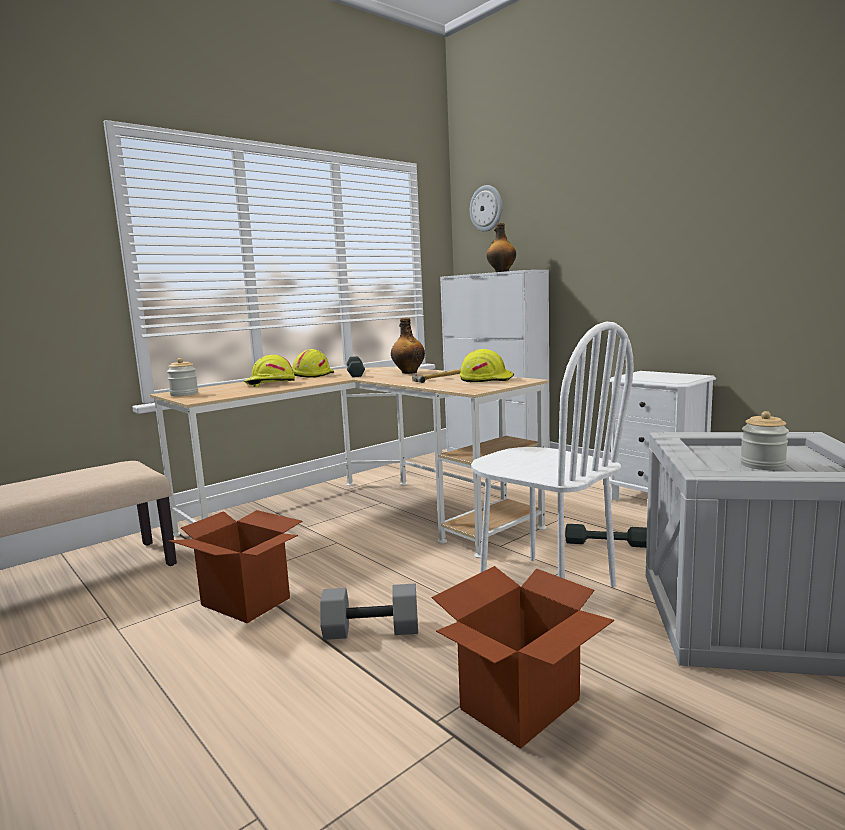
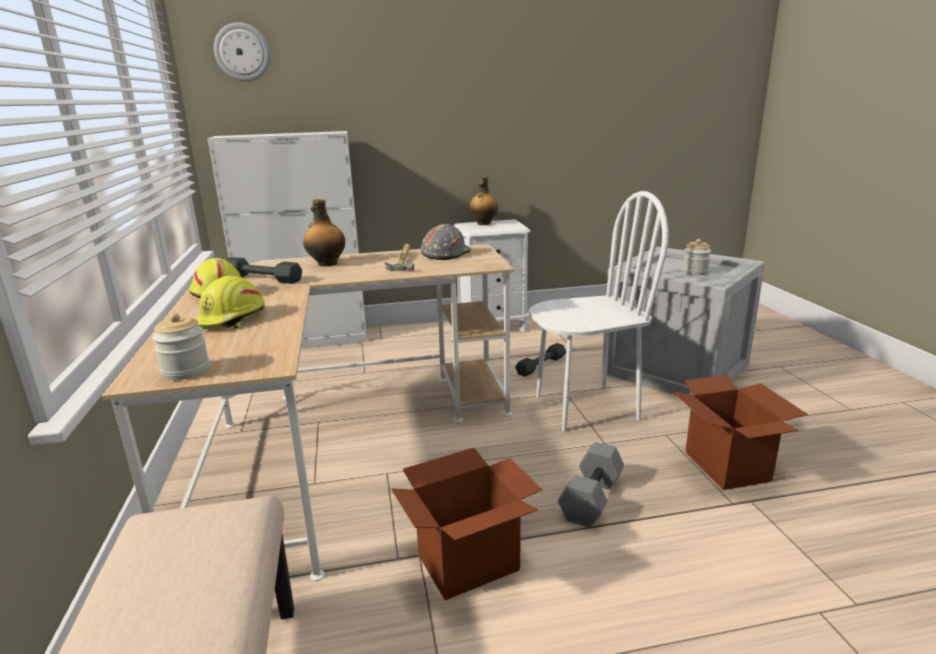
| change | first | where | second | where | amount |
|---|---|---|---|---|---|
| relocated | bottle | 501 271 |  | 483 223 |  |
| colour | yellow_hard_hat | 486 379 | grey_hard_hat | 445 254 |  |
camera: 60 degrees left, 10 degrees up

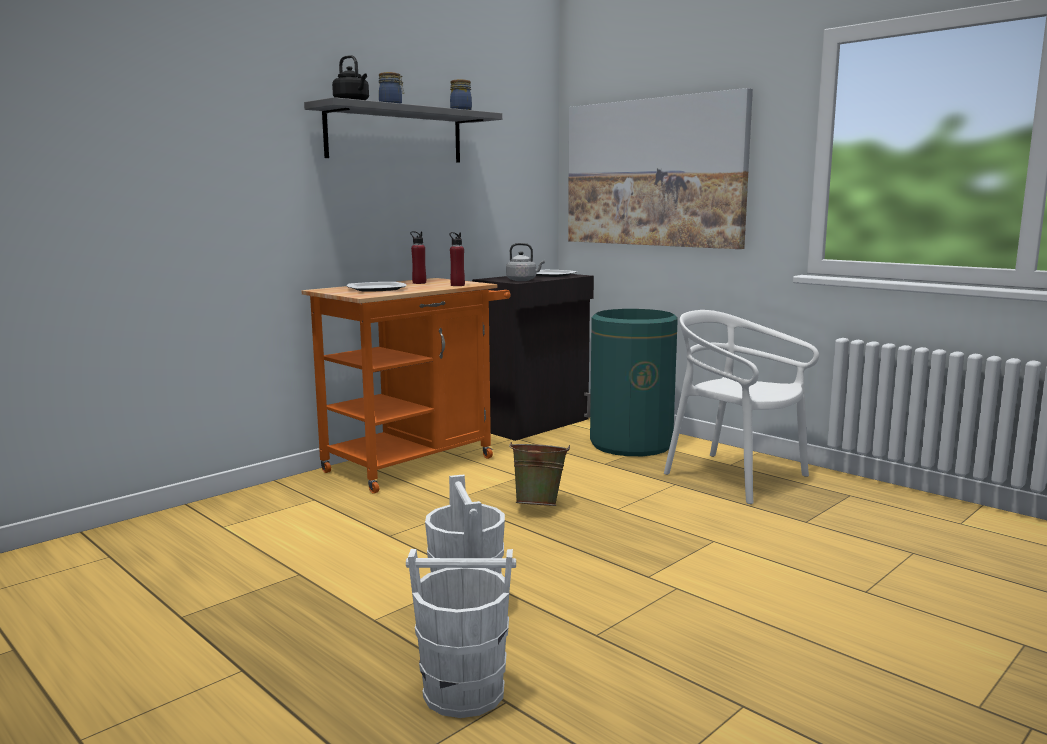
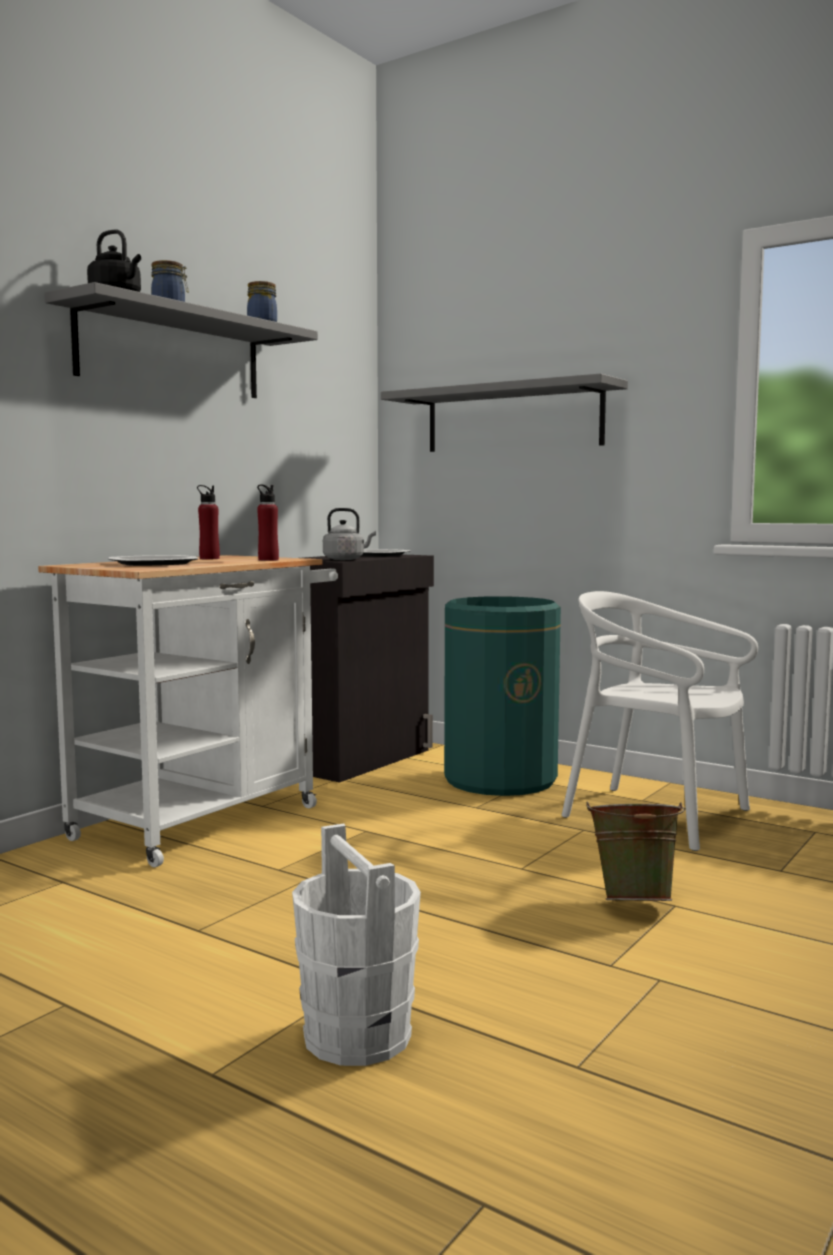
| change | first | where | second | where | amount |
|---|---|---|---|---|---|
| missing | white_bucket | 465 692 |  |  |  |
| relocated | green_bucket | 539 505 |  | 634 901 |  |
| exchanged | picture | 653 173 | grey_shelf | 513 419 |  |
| colour | orange_cart | 417 462 | white_cart | 208 818 |  |
camera: 10 degrees left, 5 degrees down

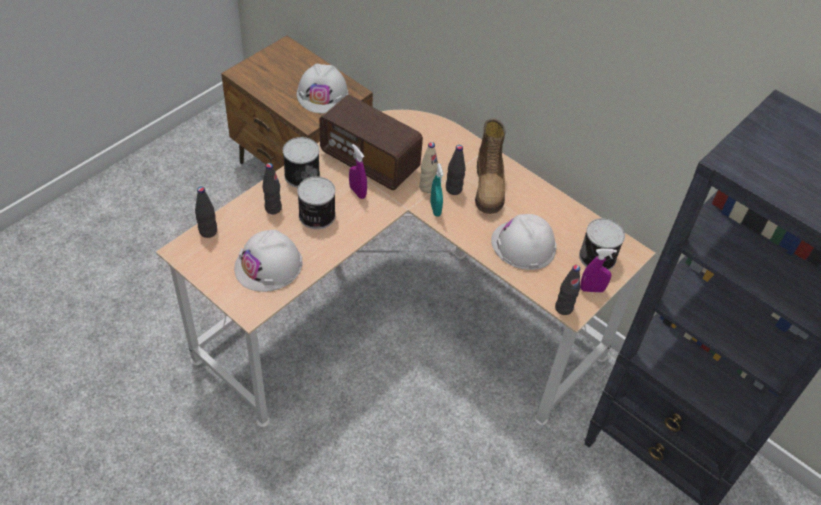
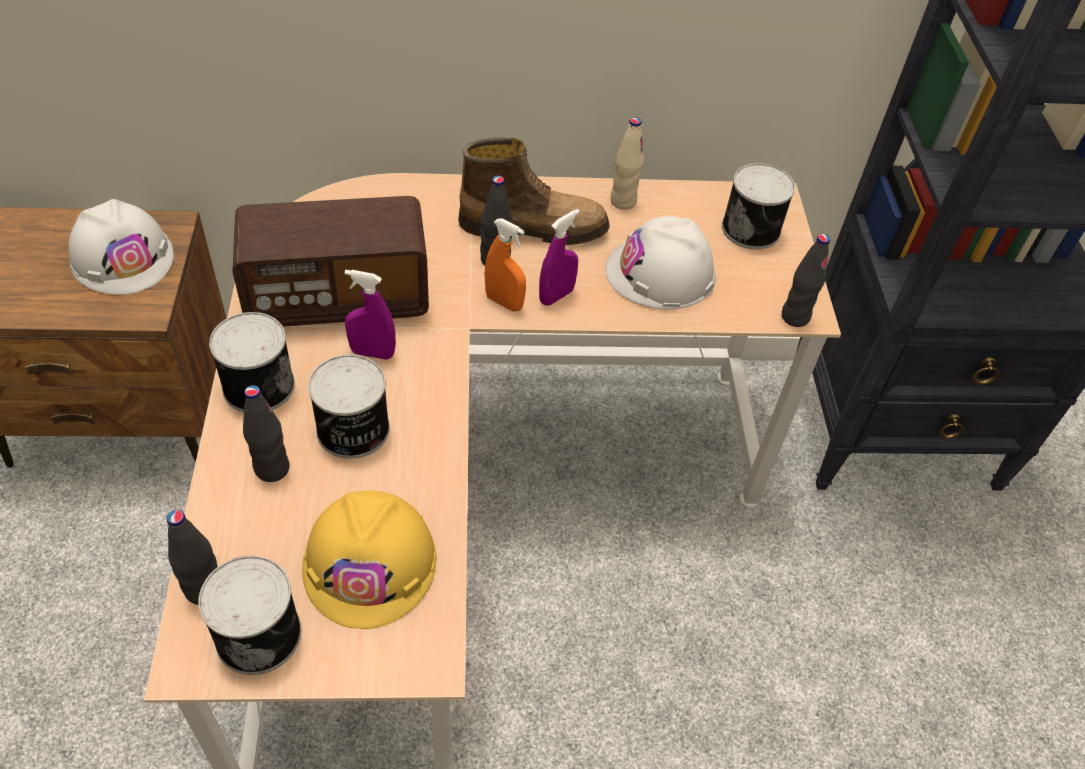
| change | first | where | second | where | amount |
|---|---|---|---|---|---|
| appeared |  |  | can | 259 632 |  |
| relocated | beige_bottle | 427 187 |  | 623 201 |  |
| relocated | purple_spray_bottle | 592 289 |  | 556 296 |  |
| colour | white_hard_hat | 269 265 | yellow_hard_hat | 370 562 |  |
| colour | turquoise_spray_bottle | 435 209 | orange_spray_bottle | 504 302 |  |
| spun | boot | 489 186 |  | 533 227 | 45 degrees counterclockwise |
camera: 45 degrees left, 0 degrees up

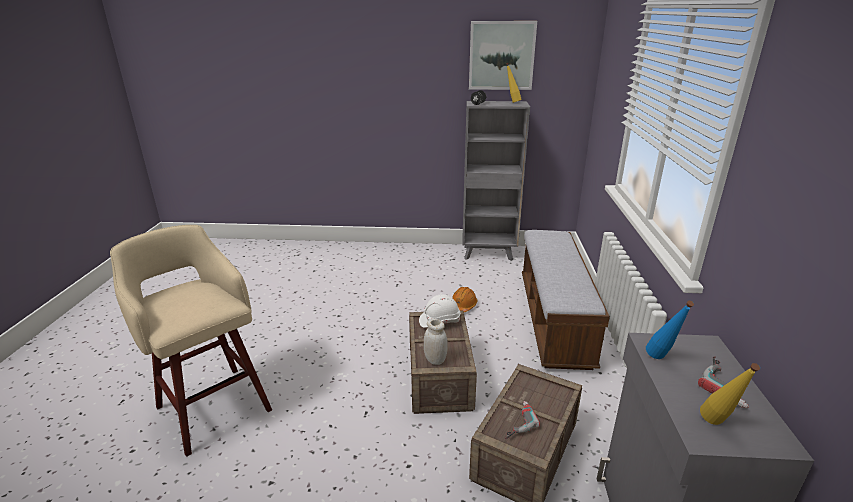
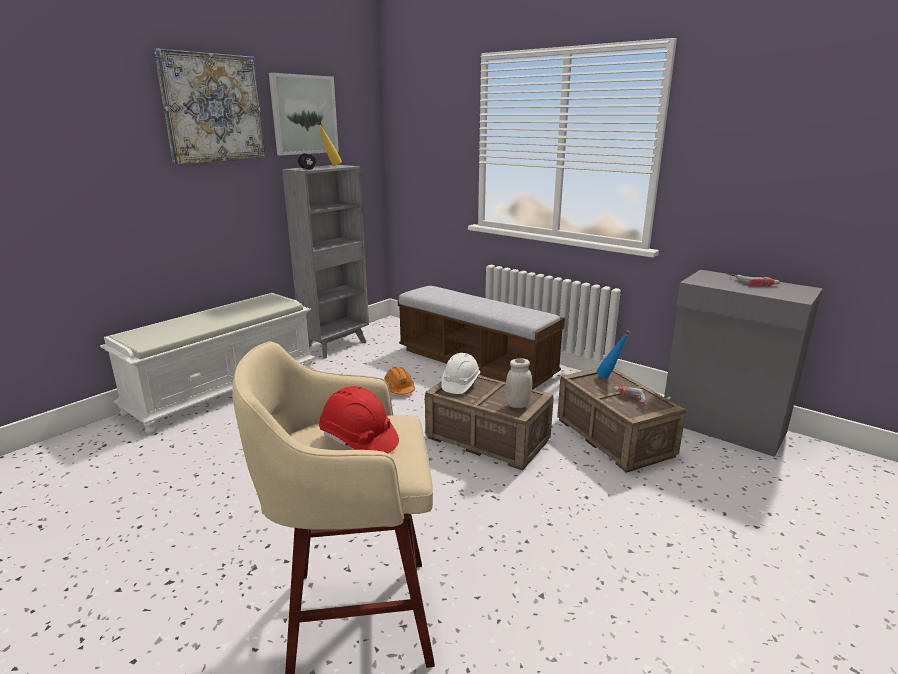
| change | first | where | second | where | amount |
|---|---|---|---|---|---|
| missing | yellow_bottle | 717 427 |  |  |  |
| appeared |  |  | white_bench | 225 389 |  |
| appeared |  |  | picture | 213 108 |  |
| appeared |  |  | red_hard_hat | 358 440 |  |
| relocated | blue_bottle | 661 360 |  | 609 378 |  |
camera: 55 degrees left, 5 degrees down

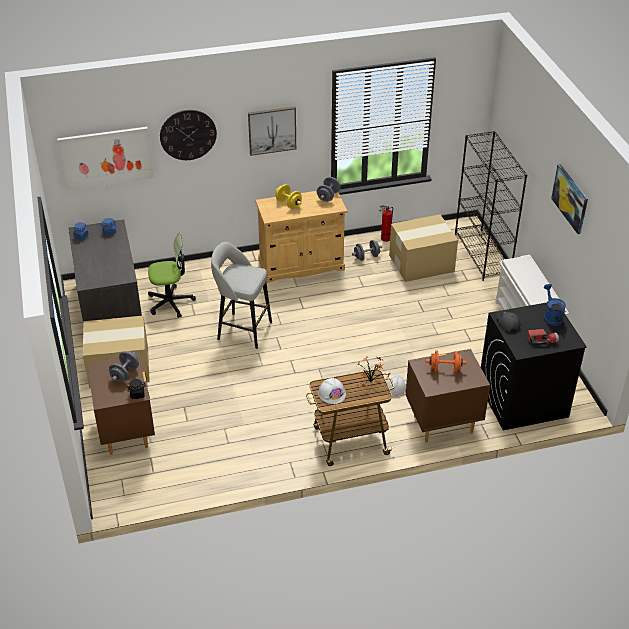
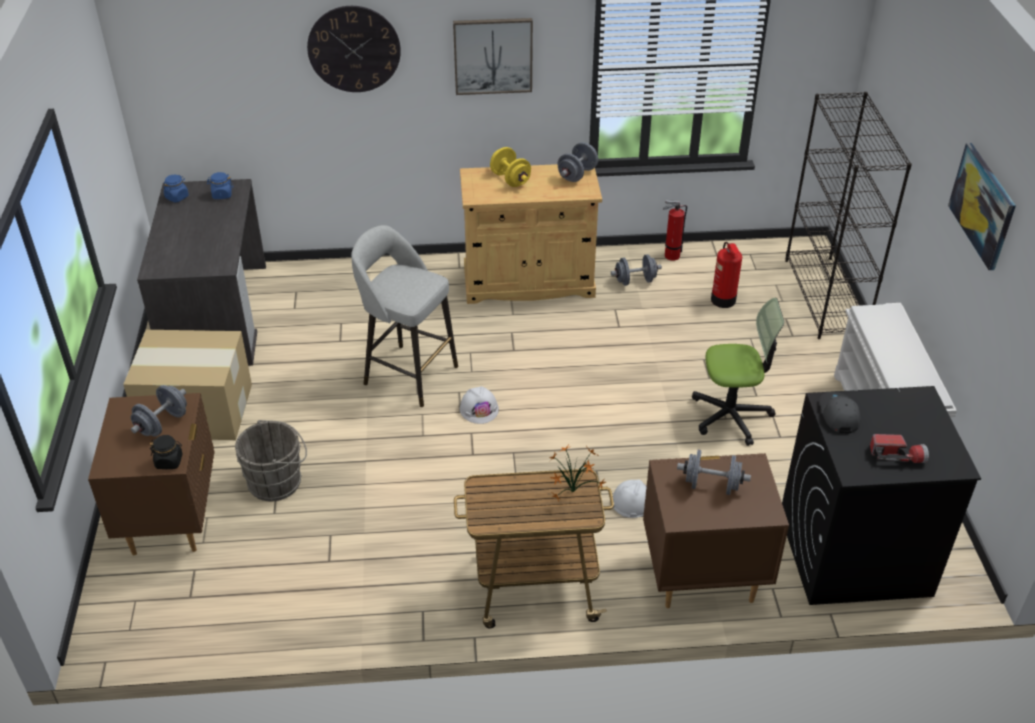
| change | first | where | second | where | amount |
|---|---|---|---|---|---|
| missing | picture | 106 157 |  |  |  |
| missing | blue_watering_can | 551 316 |  |  |  |
| appeared |  |  | grey_bucket | 278 481 |  |
| relocated | office_chair | 170 302 |  | 731 415 |  |
| relocated | white_hard_hat | 332 393 |  | 479 409 |  |
| exchanged | cardboard_box | 422 263 | fire_extinguisher | 723 300 |  |
| colour | orange_dumbbell | 445 369 | grey_dumbbell | 711 485 |  |
camera: 10 degrees right, 0 degrees up

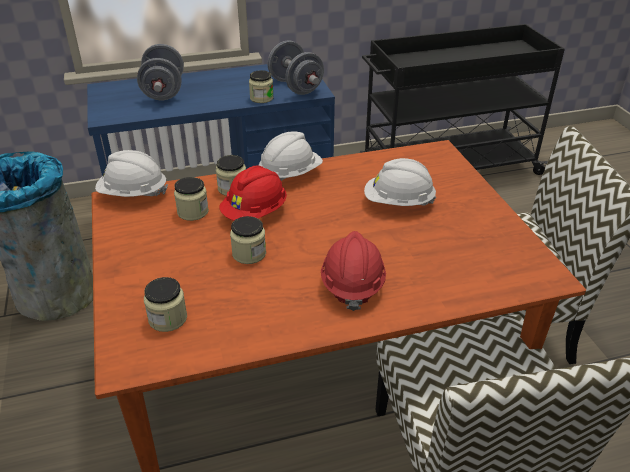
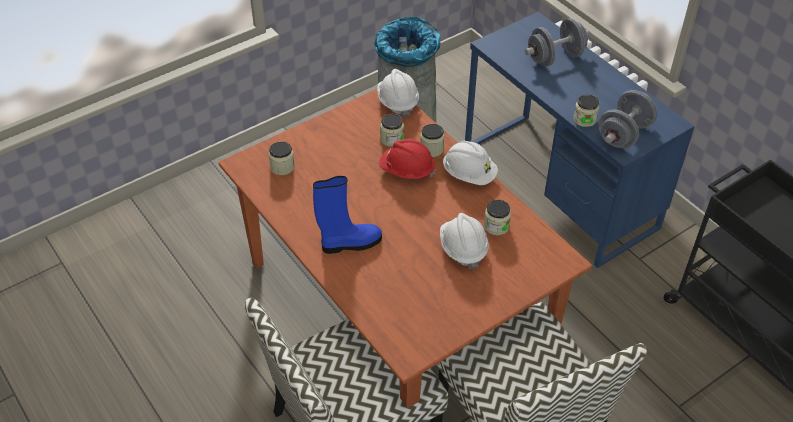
| change | first | where | second | where | amount |
|---|---|---|---|---|---|
| relocated | jar | 249 254 |  | 496 226 |  |
| exchanged | red_hard_hat | 352 284 | blue_boot | 349 243 |  |
camera: 70 degrees right, 10 degrees up

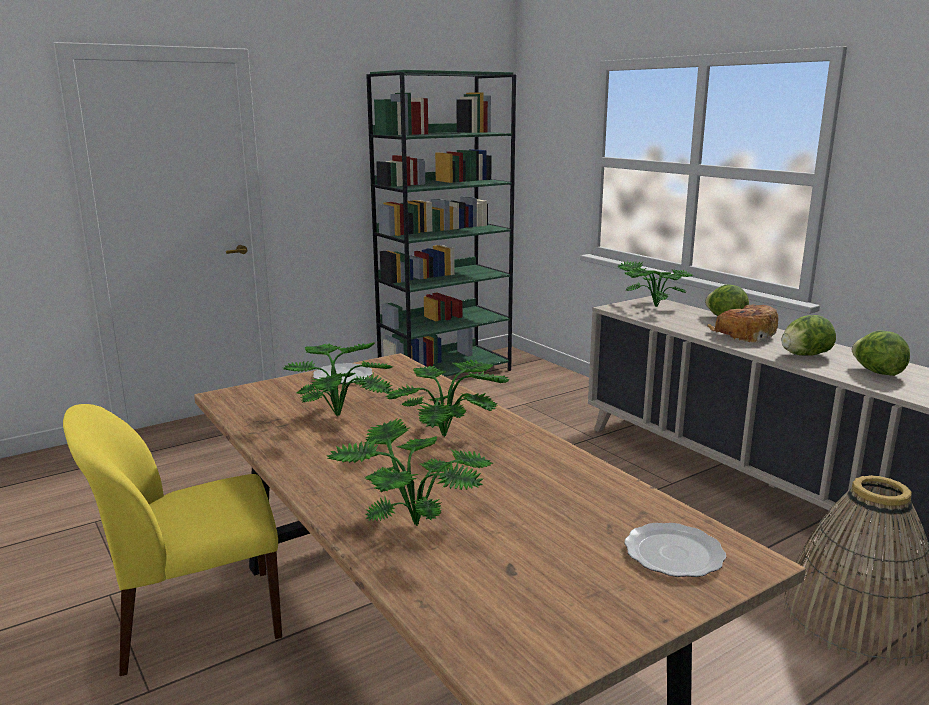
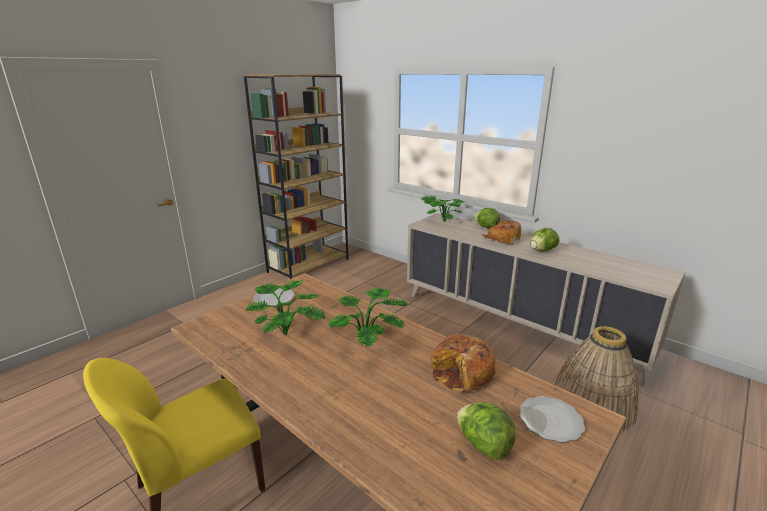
| change | first | where | second | where | amount |
|---|---|---|---|---|---|
| missing | potted_plant | 413 520 |  |  |  |
| appeared |  |  | bread | 462 373 |  |
| relocated | lettuce | 877 372 |  | 483 445 |  |
| colour | green_bookcase | 445 373 | brown_bookcase | 309 265 |  |
camera: 15 degrees left, 5 degrees up

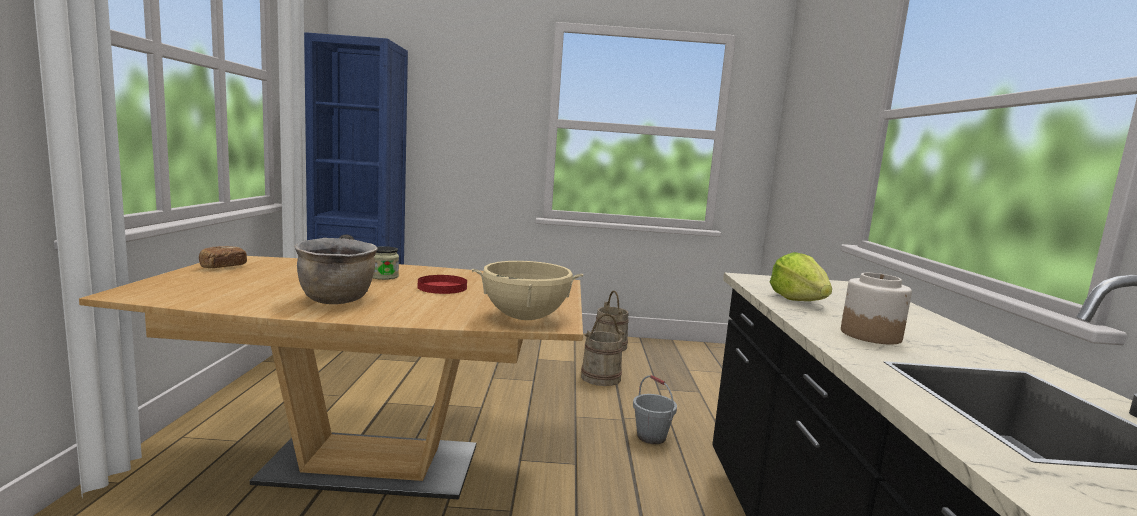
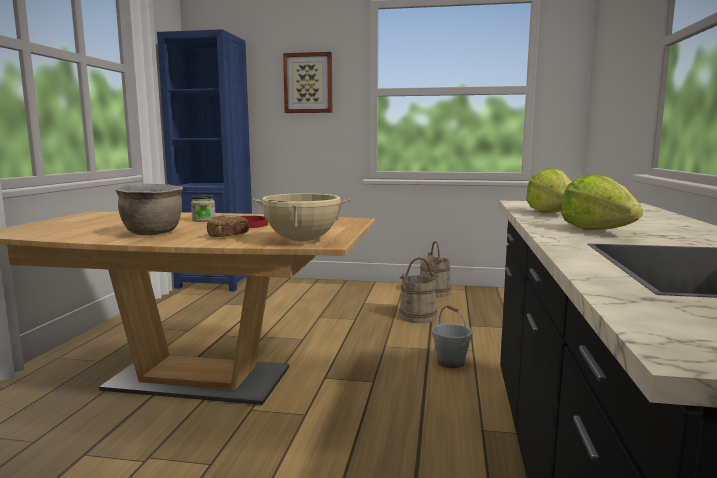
| change | first | where | second | where | amount |
|---|---|---|---|---|---|
| appeared |  |  | picture | 308 83 |  |
| relocated | bread | 223 267 |  | 227 236 |  |
| exchanged | jar | 870 335 | lettuce | 597 230 |  |
camera: 10 degrees right, 0 degrees up

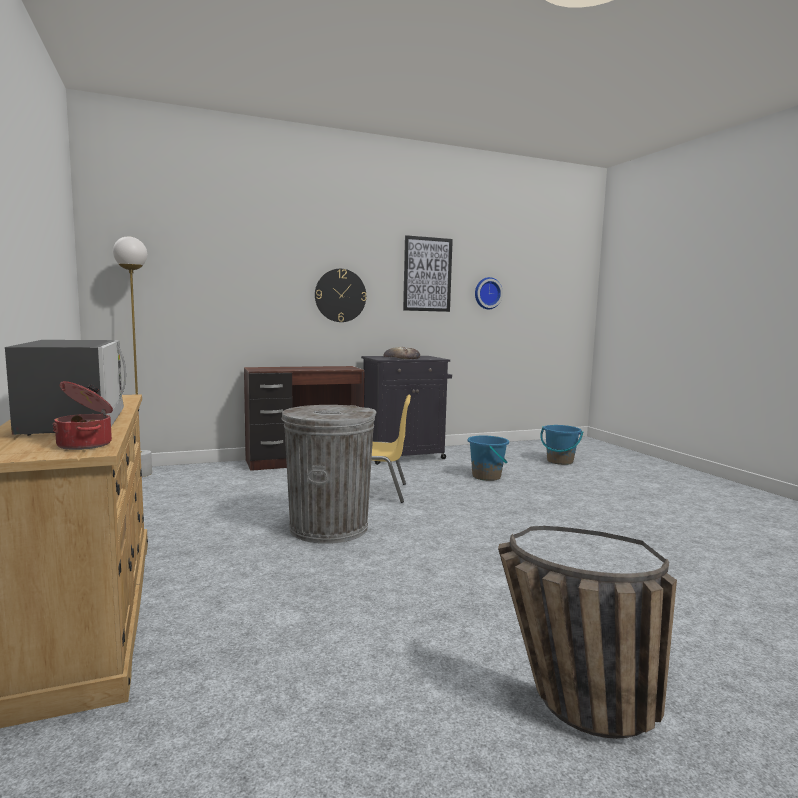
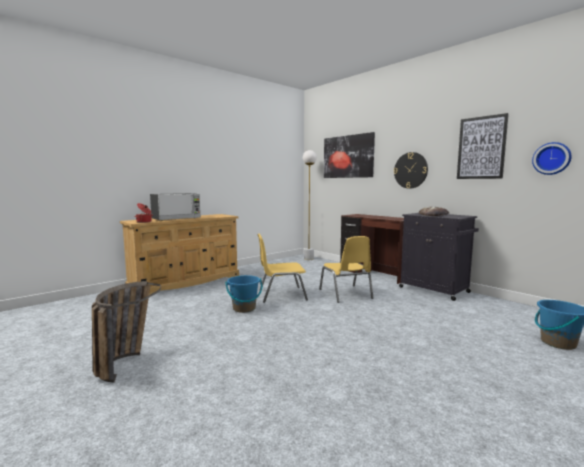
| change | first | where | second | where | amount |
|---|---|---|---|---|---|
| appeared |  |  | picture | 348 156 |  |
| relocated | blue_bucket | 486 477 |  | 244 308 |  |
| exchanged | grey_trash_can | 328 528 | yellow_chair | 281 295 |  |
camera: 70 degrees right, 0 degrees up

